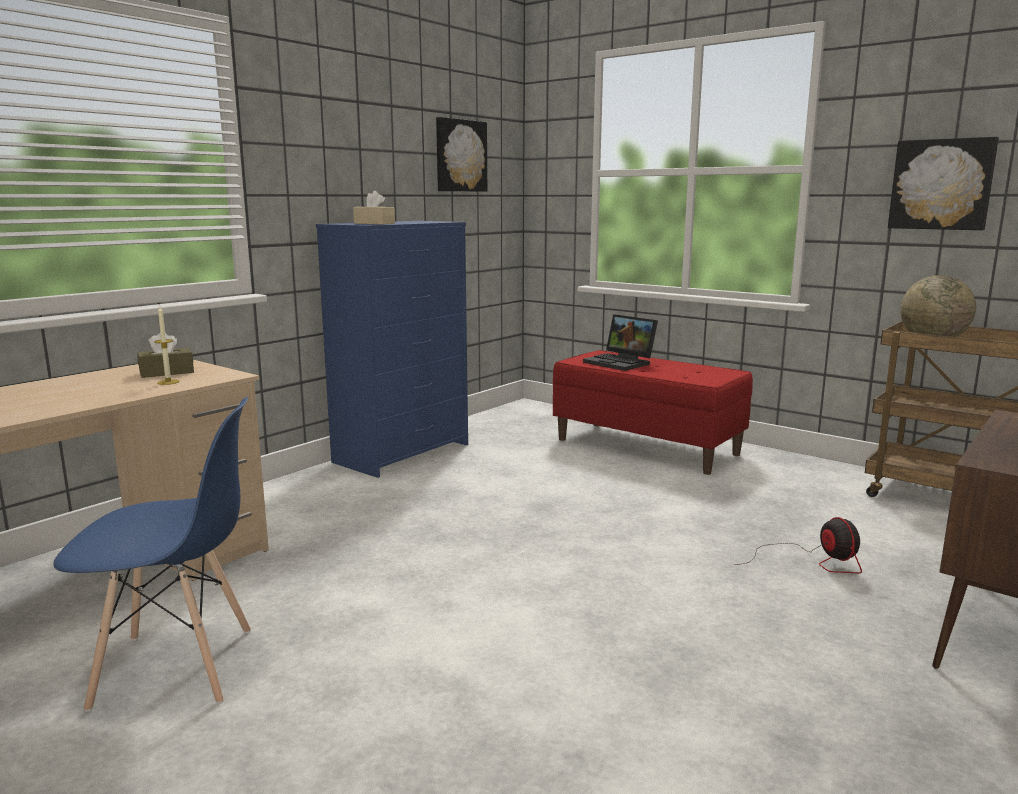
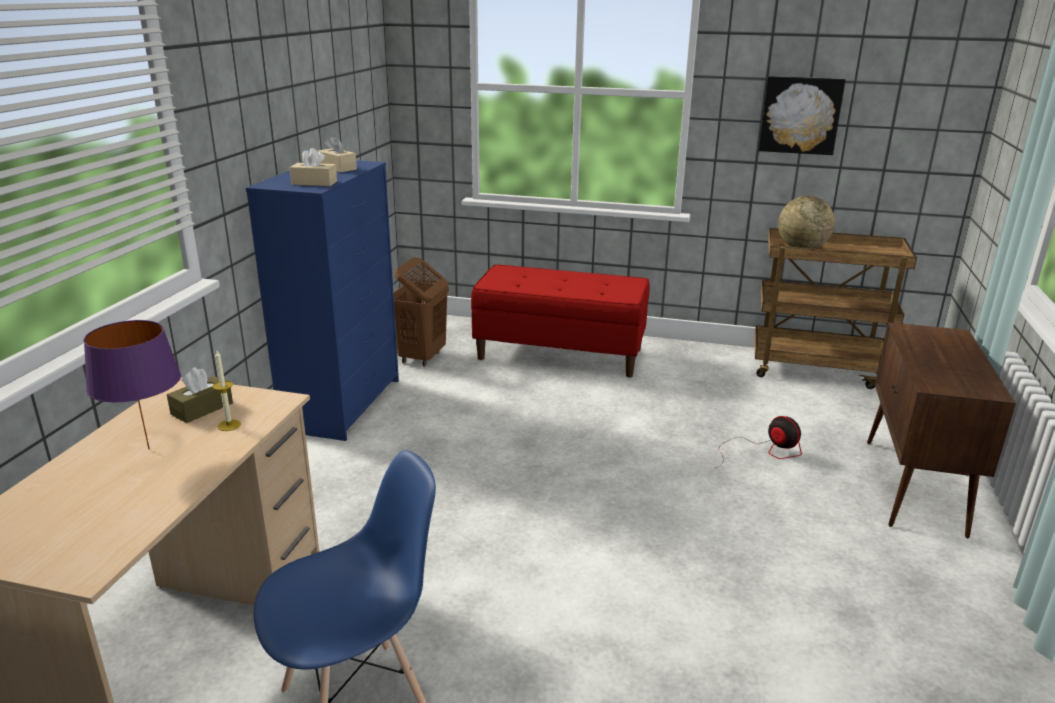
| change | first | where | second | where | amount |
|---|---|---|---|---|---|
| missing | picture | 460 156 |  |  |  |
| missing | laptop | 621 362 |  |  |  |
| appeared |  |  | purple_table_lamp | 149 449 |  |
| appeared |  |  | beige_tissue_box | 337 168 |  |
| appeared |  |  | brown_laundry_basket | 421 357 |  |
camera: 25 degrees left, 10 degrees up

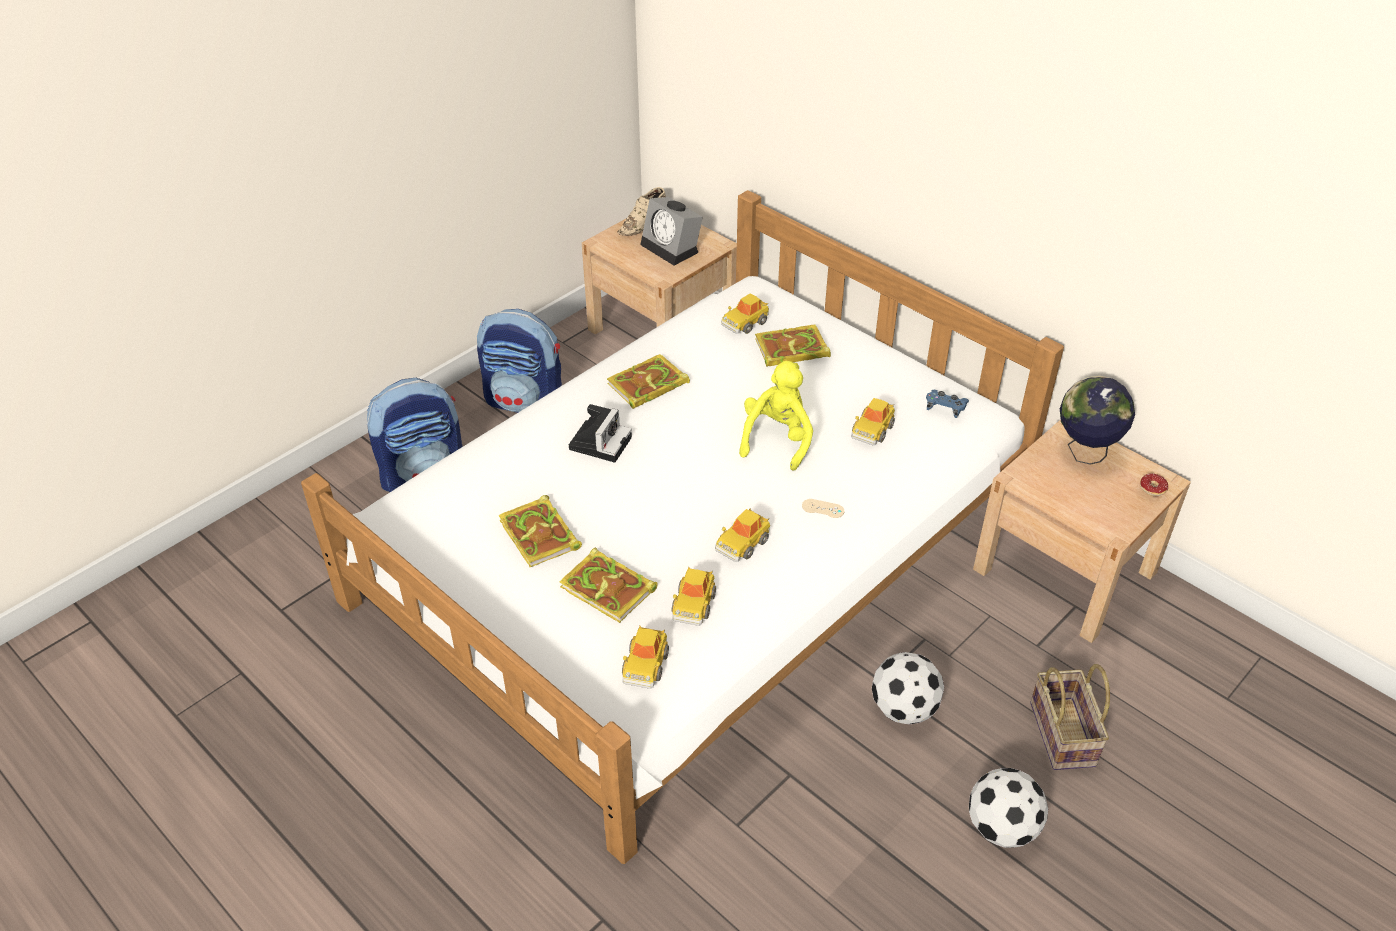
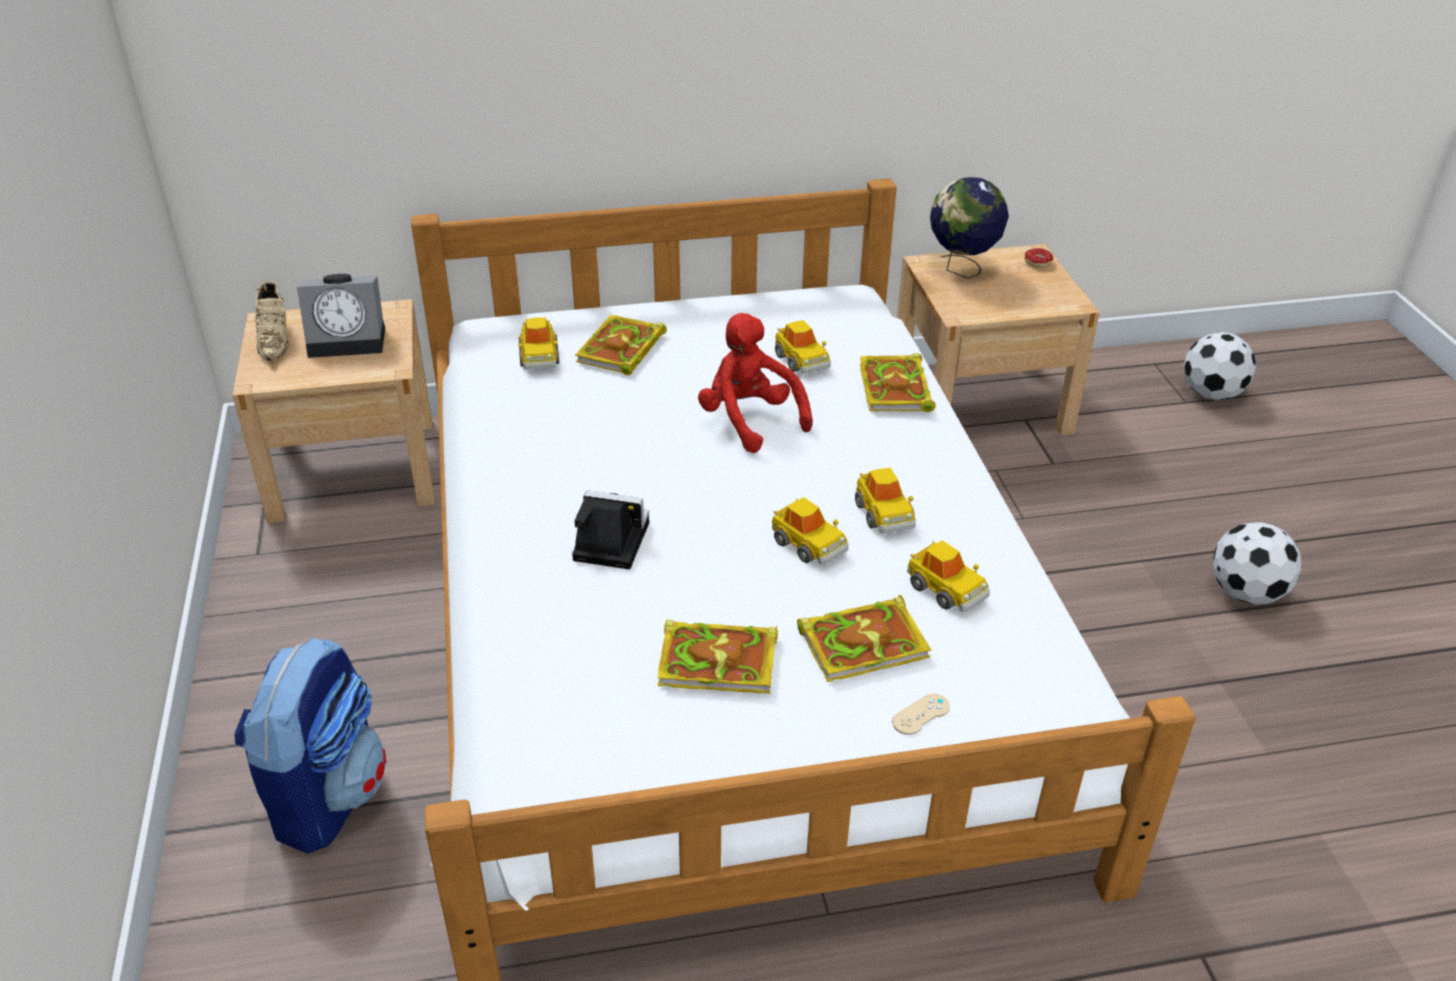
| change | first | where | second | where | amount |
|---|---|---|---|---|---|
| missing | backpack | 526 402 |  |  |  |
| missing | blue_game_controller | 945 408 |  |  |  |
| missing | basket | 1064 736 |  |  |  |
| relocated | book | 646 386 |  | 896 389 |  |
| relocated | toy_car | 645 665 |  | 808 544 |  |
| relocated | beige_game_controller | 823 508 |  | 921 714 |  |
| relocated | football | 904 709 |  | 1212 394 |  |
| colour | yellow_plush_toy | 777 439 | red_plush_toy | 749 420 |  |
| spun | photo_camera | 600 441 |  | 607 542 | 45 degrees counterclockwise |
camera: 55 degrees left, 5 degrees down

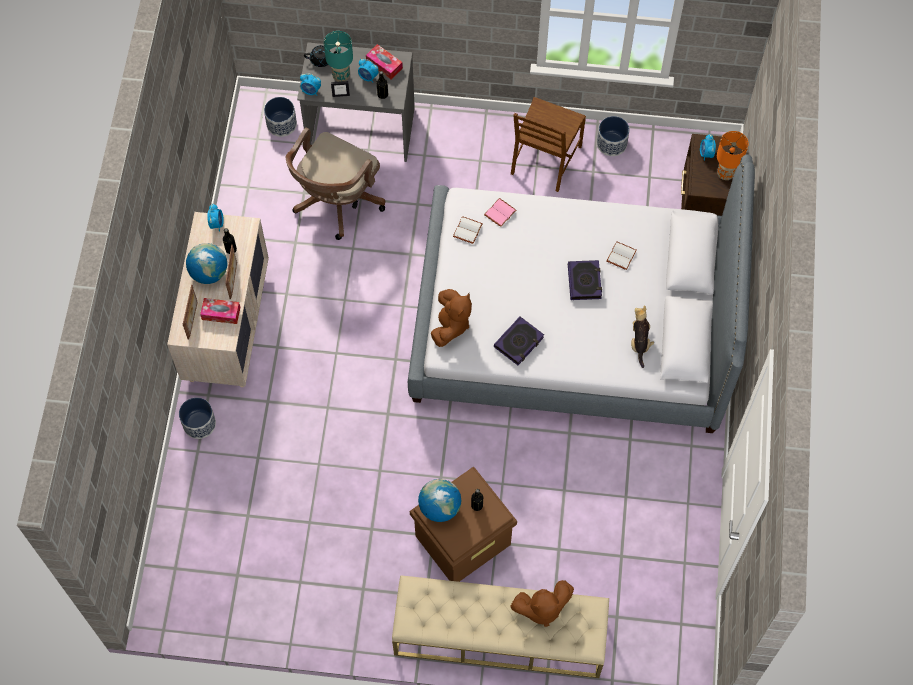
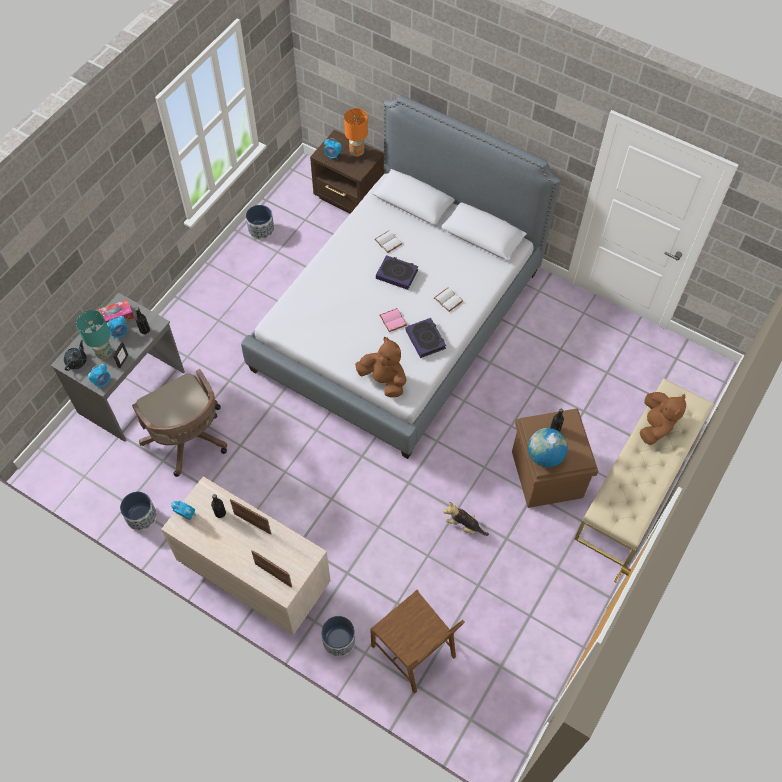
| change | first | where | second | where | amount |
|---|---|---|---|---|---|
| missing | globe | 209 272 |  |  |  |
| missing | tissue_box | 221 313 |  |  |  |
| relocated | planter | 281 124 |  | 141 517 |  |
| relocated | white_book | 468 231 |  | 449 300 |  |
| relocated | pink_book | 499 212 |  | 392 320 |  |
| relocated | brown_chair | 545 160 |  | 414 651 |  |
| relocated | plush_toy | 640 342 |  | 464 525 |  |
camera: 65 degrees left, 5 degrees down

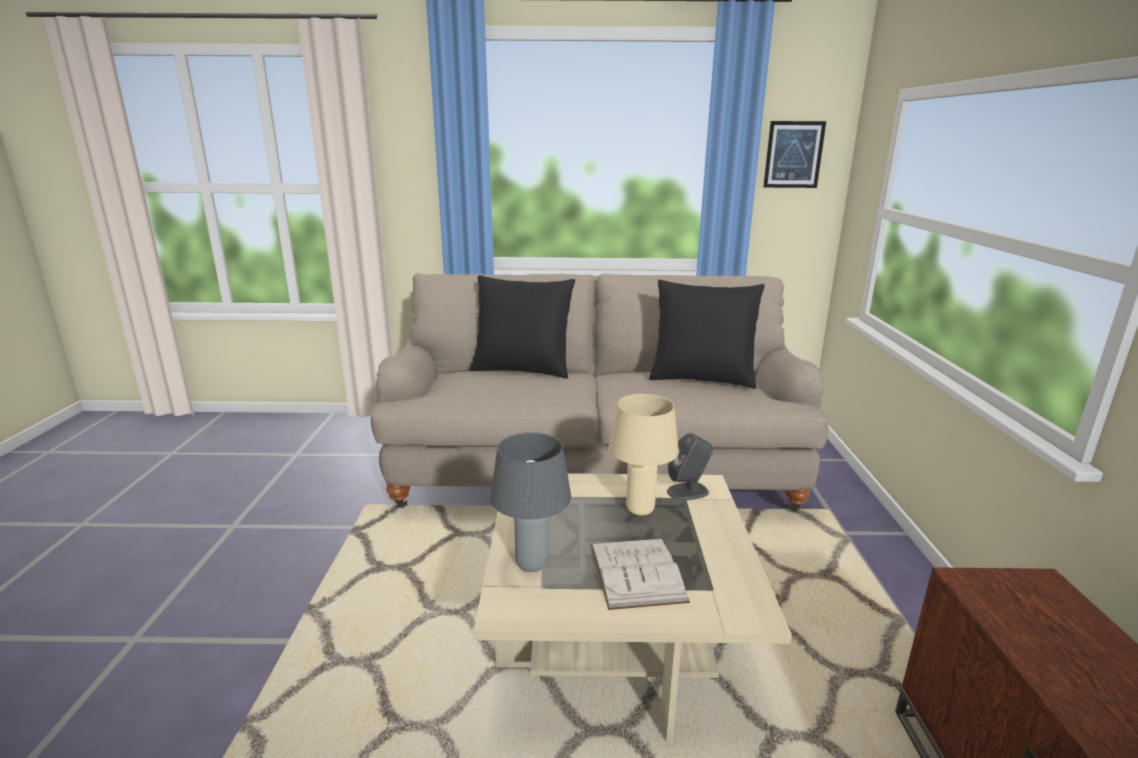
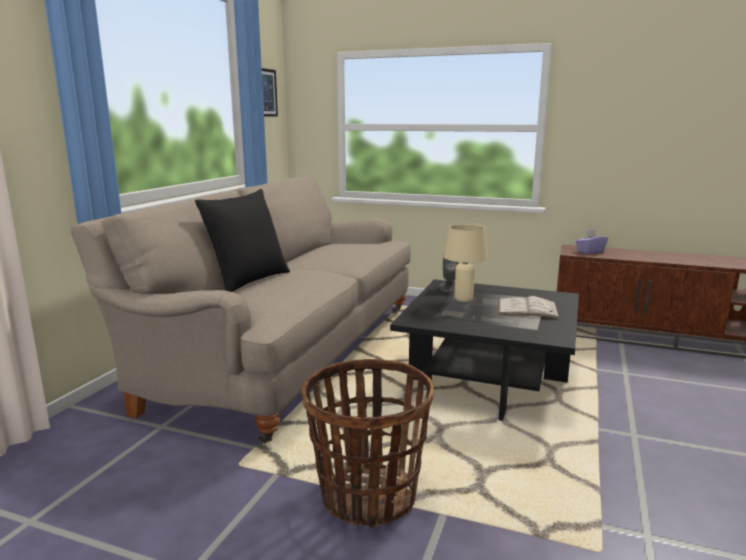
| change | first | where | second | where | amount |
|---|---|---|---|---|---|
| missing | grey_table_lamp | 533 564 |  |  |  |
| missing | black_pillow | 702 378 |  |  |  |
| appeared |  |  | basket | 367 497 |  |
| appeared |  |  | purple_tissue_box | 590 251 |  |
| colour | beige_coffee_table | 617 639 | black_coffee_table | 487 381 |  |
camera: 70 degrees left, 5 degrees down

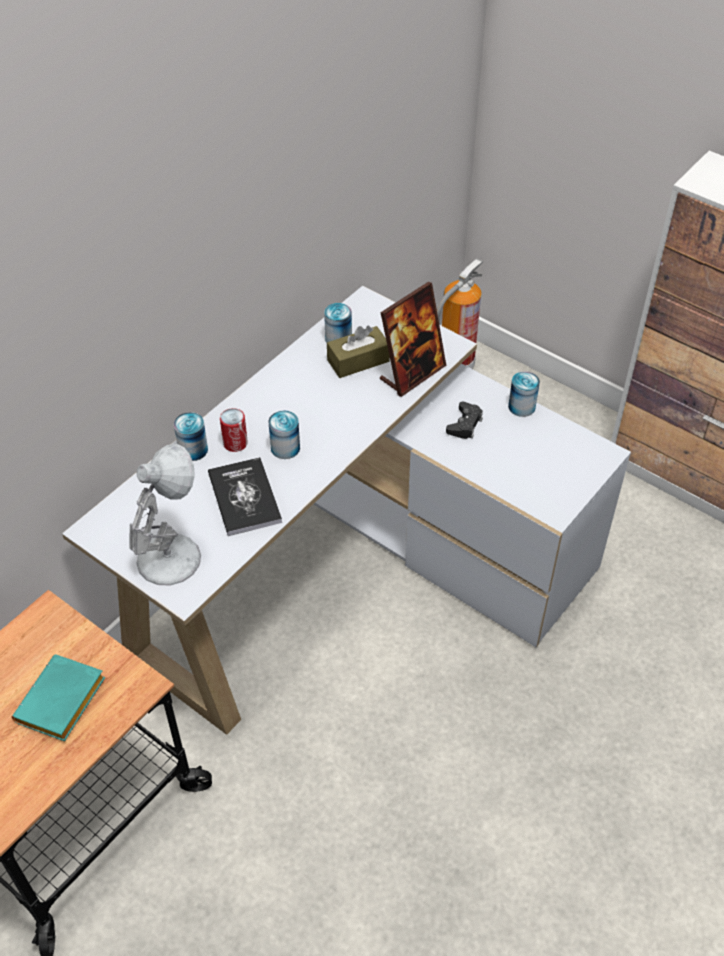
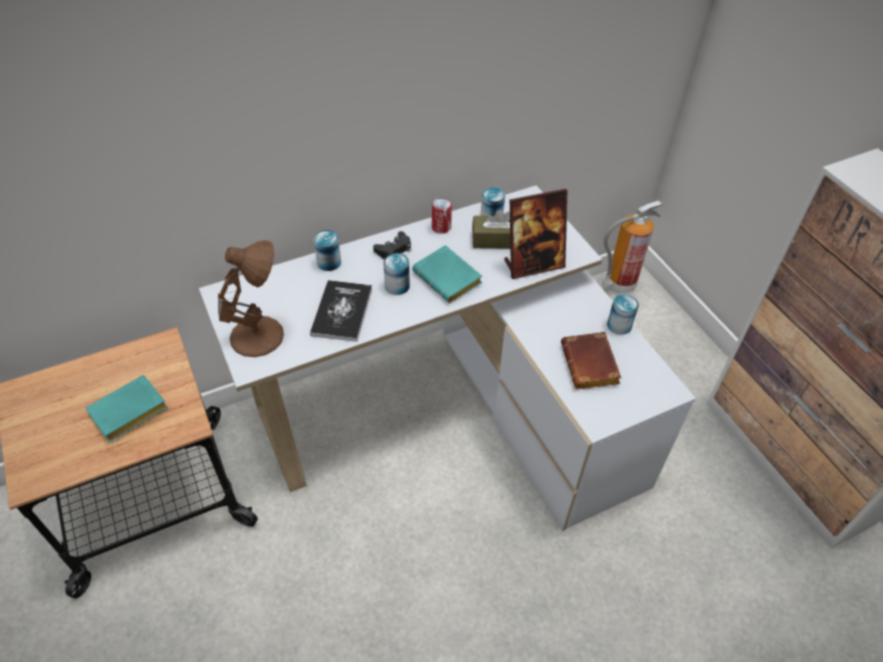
| change | first | where | second | where | amount |
|---|---|---|---|---|---|
| appeared |  |  | turquoise_book | 449 279 |  |
| appeared |  |  | brown_book | 591 366 |  |
| relocated | can | 235 443 |  | 441 227 |  |
| relocated | black_game_controller | 465 424 |  | 394 250 |  |
| colour | white_table_lamp | 171 556 | brown_table_lamp | 260 335 |  |
camera: 25 degrees right, 0 degrees up

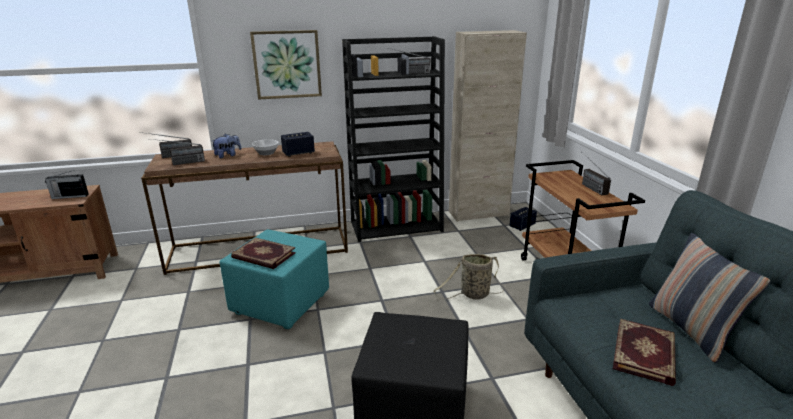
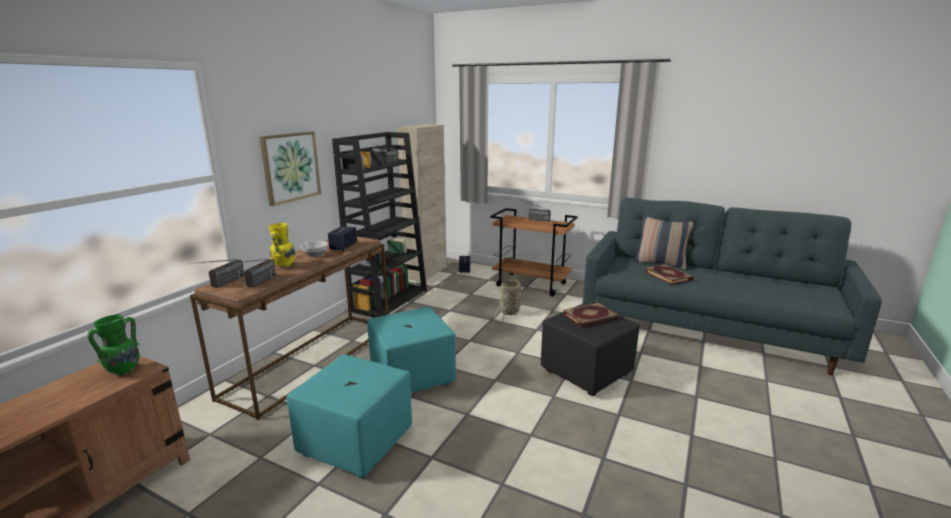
| change | first | where | second | where | amount |
|---|---|---|---|---|---|
| appeared |  |  | turquoise_ottoman | 356 442 |  |
| relocated | book | 263 256 |  | 590 317 |  |
| exchanged | radio | 69 196 | green_vase | 123 371 |  |
| exchanged | plush_toy | 228 155 | yellow_vase | 284 266 |  |
camera: 50 degrees left, 5 degrees down

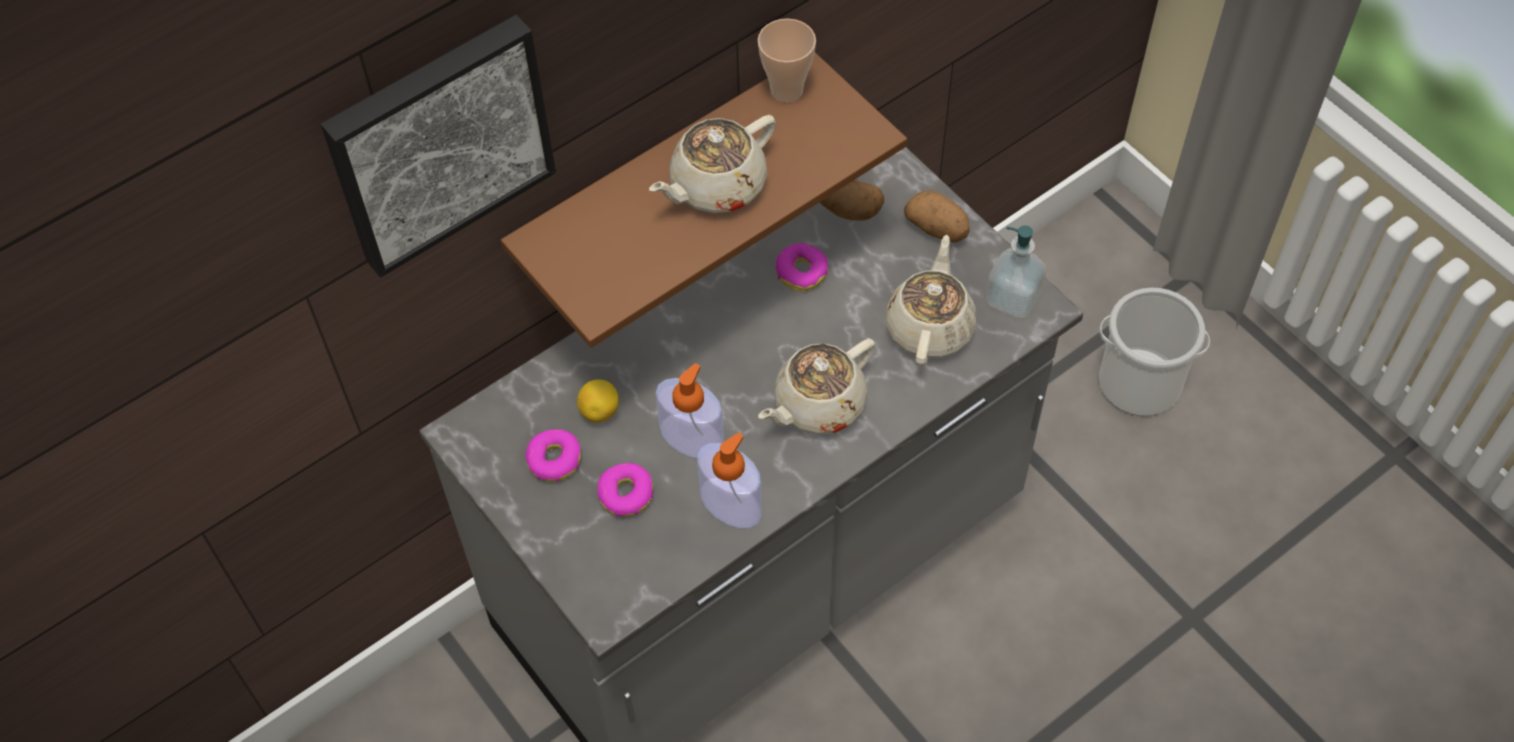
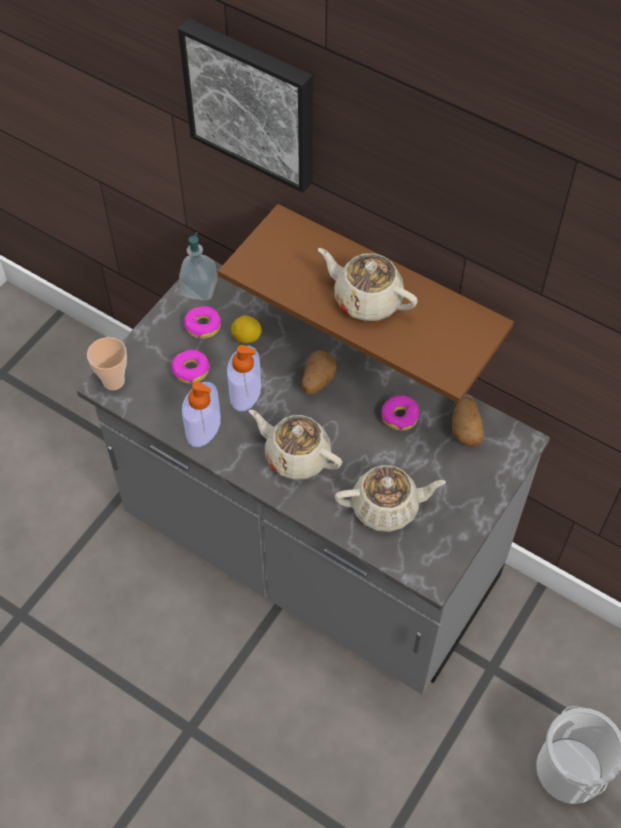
| change | first | where | second | where | amount |
|---|---|---|---|---|---|
| relocated | cup | 786 90 |  | 113 381 |  |
| relocated | potato | 937 229 |  | 317 381 |  |
| relocated | soap_dispenser | 1012 298 |  | 199 289 |  |
camera: 70 degrees right, 0 degrees up

